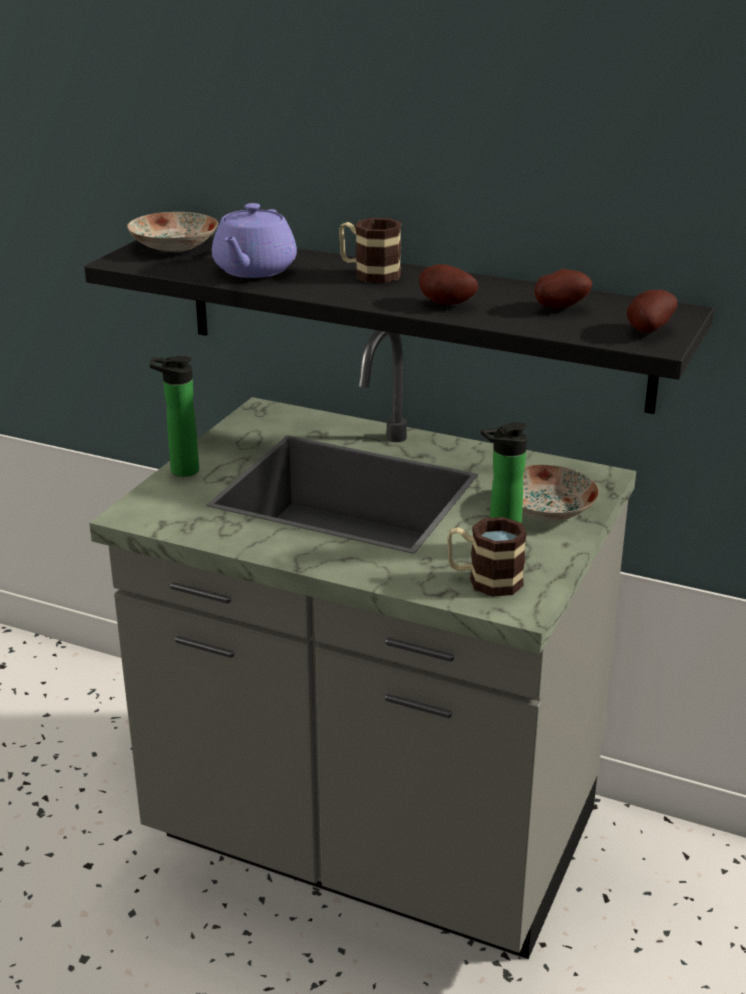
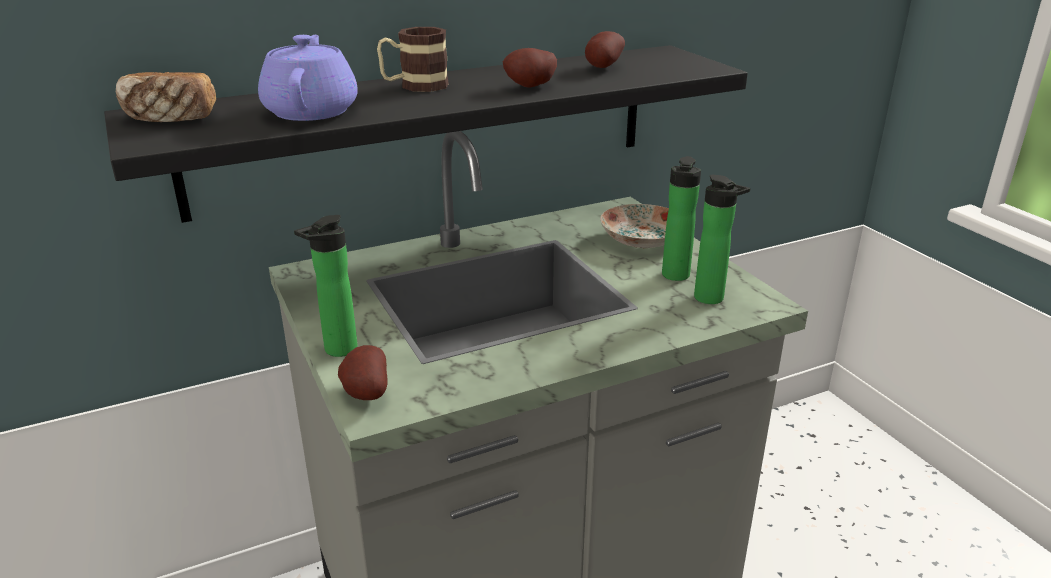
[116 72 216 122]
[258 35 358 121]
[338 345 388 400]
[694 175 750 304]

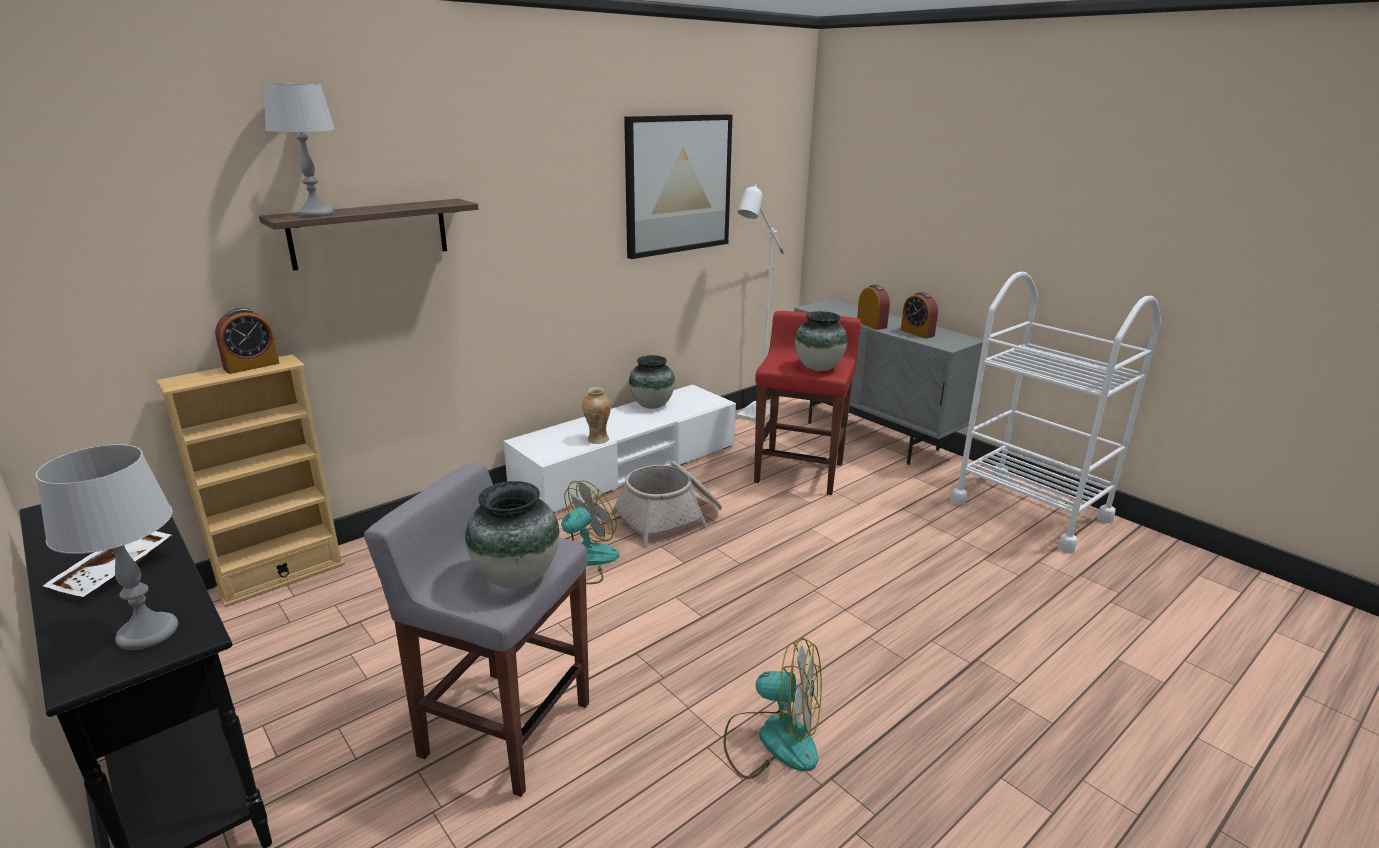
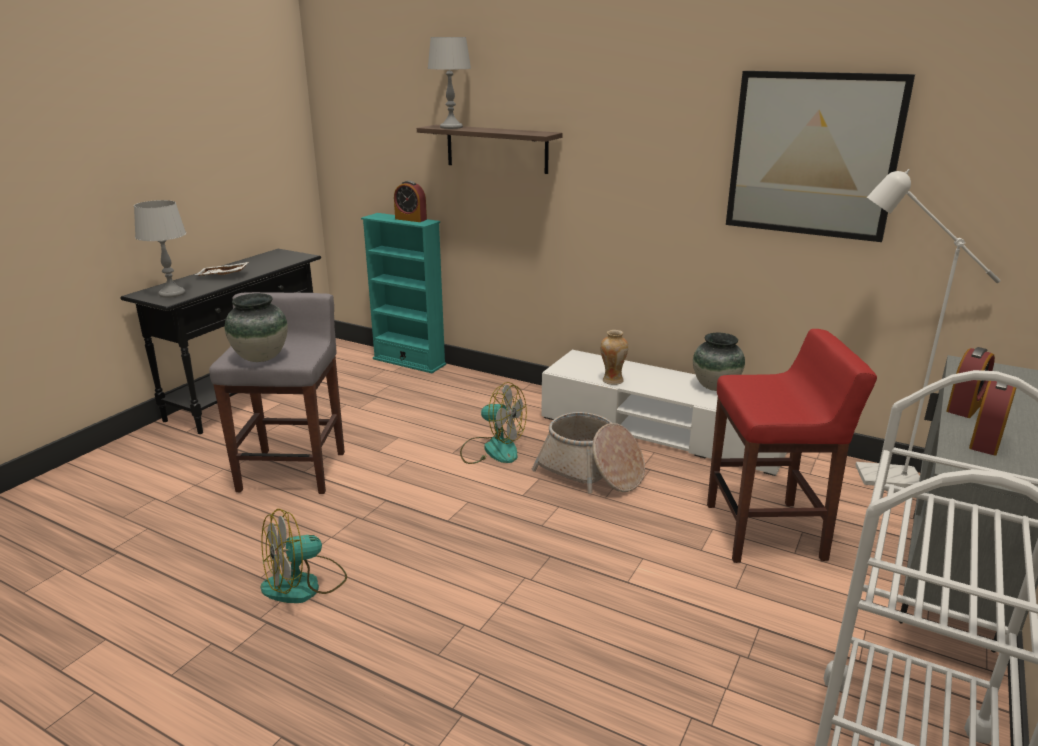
[260 509 347 603]
[361 213 446 373]
[795 311 848 371] (first image)

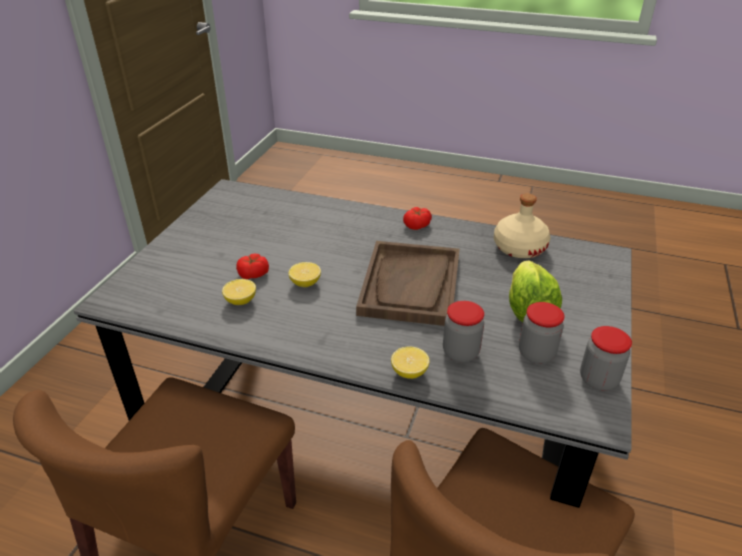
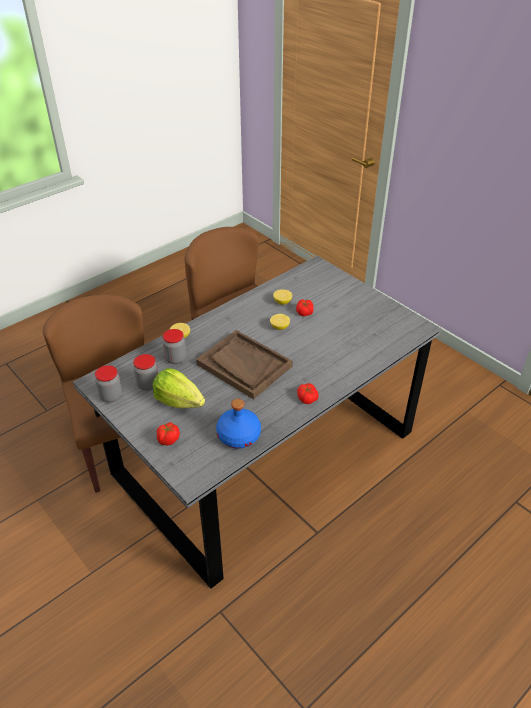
[157 423 180 446]
[216 399 261 448]

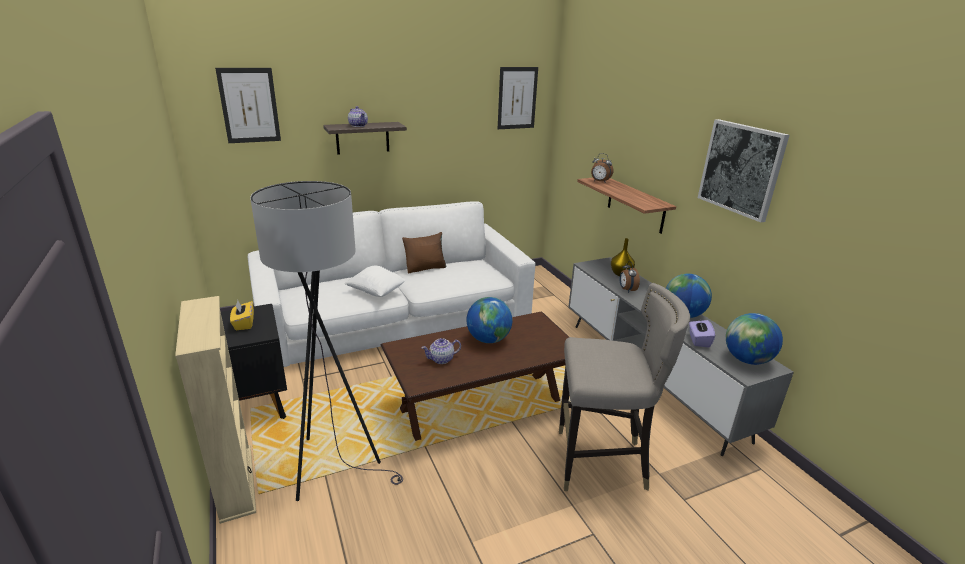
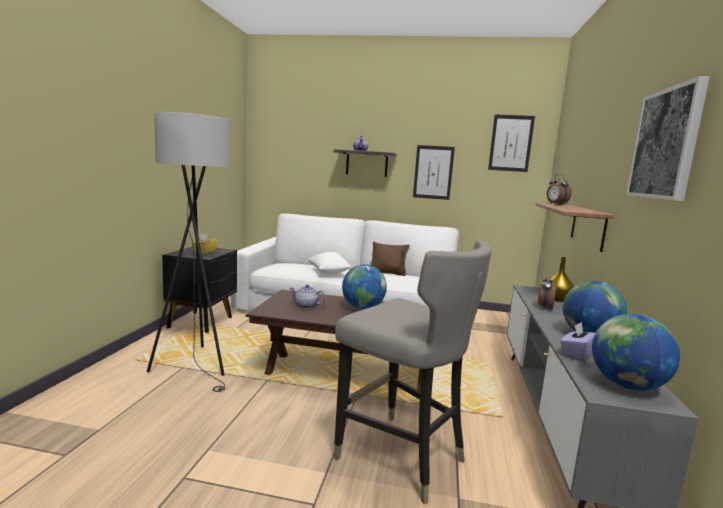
[413 145 455 200]
[175 296 256 524] (first image)

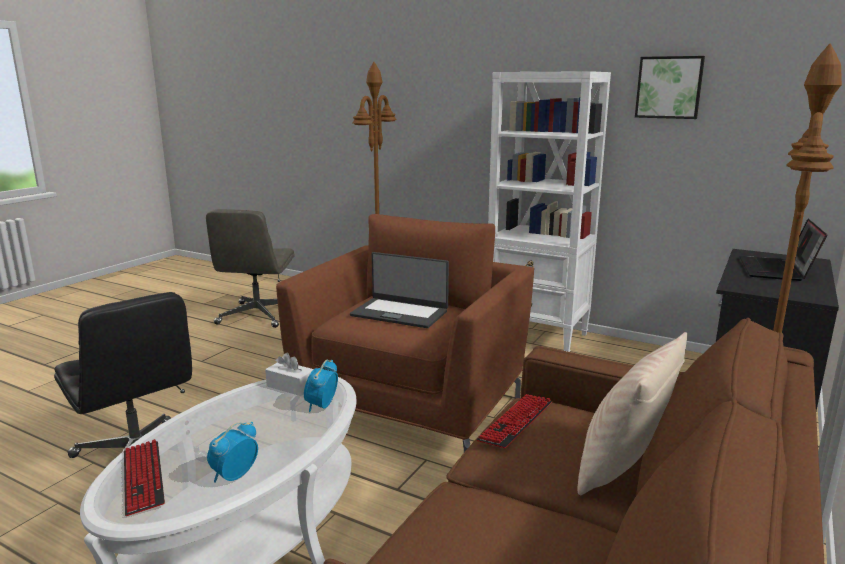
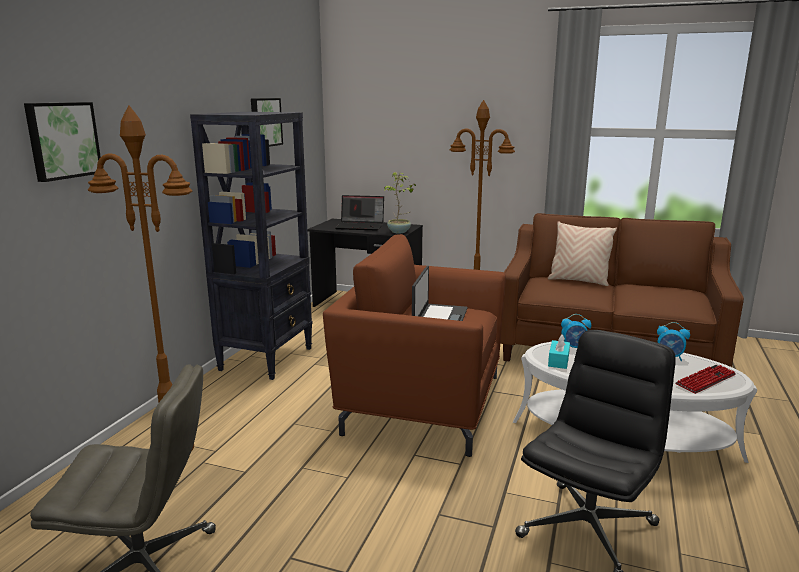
[24 102 101 182]
[190 112 313 380]
[384 172 416 233]
[548 334 570 369]
[476 394 552 448] (first image)

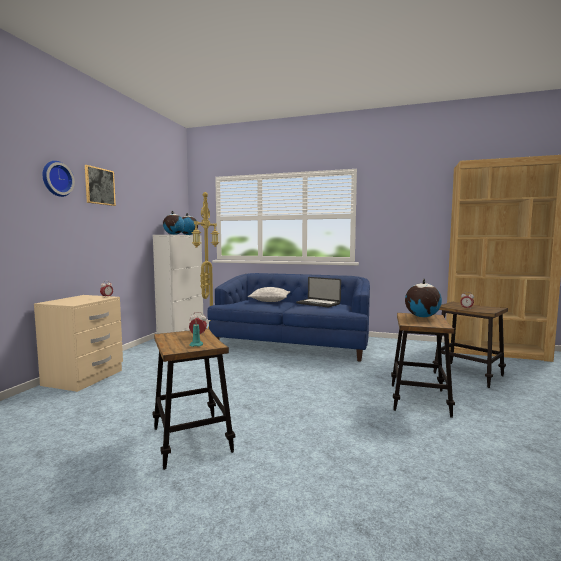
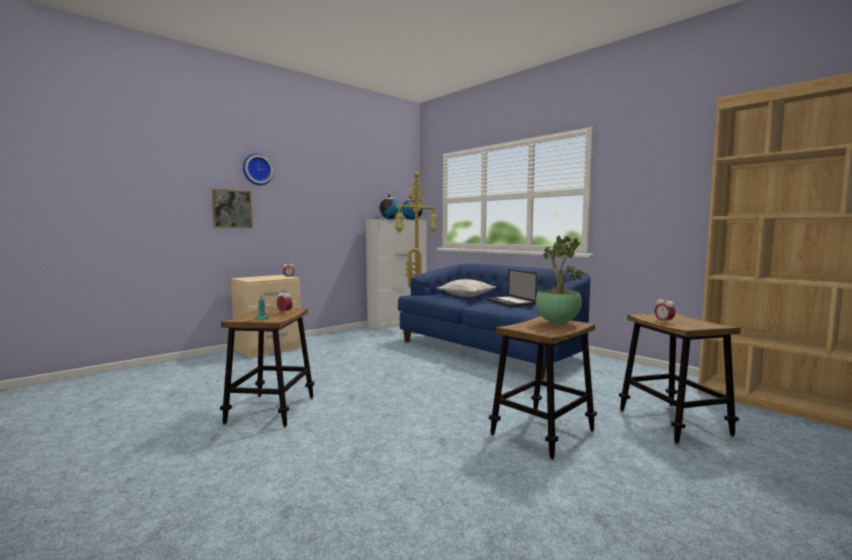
[212 189 253 228]
[536 235 584 324]

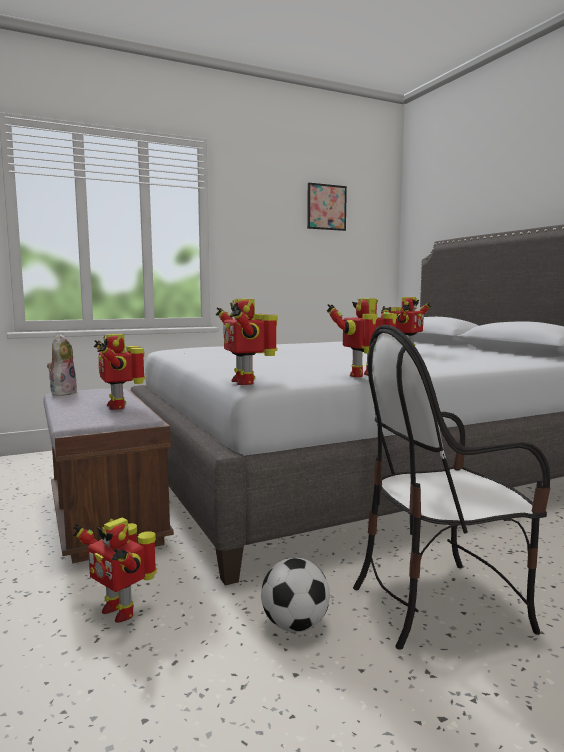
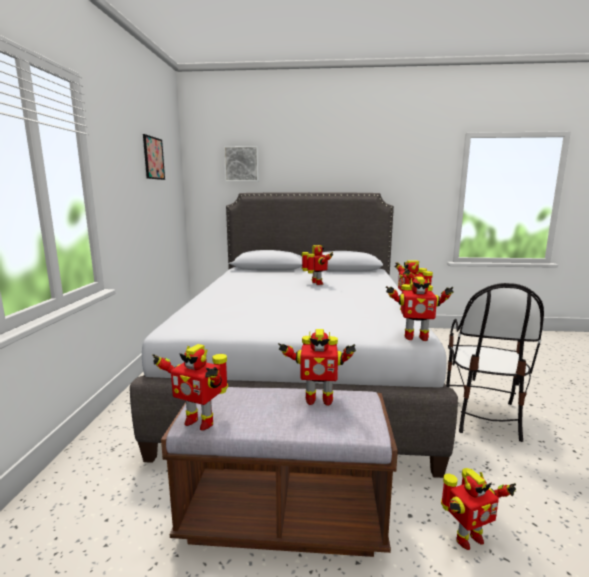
[152 344 228 431]
[224 146 259 182]
[261 558 330 632] (first image)

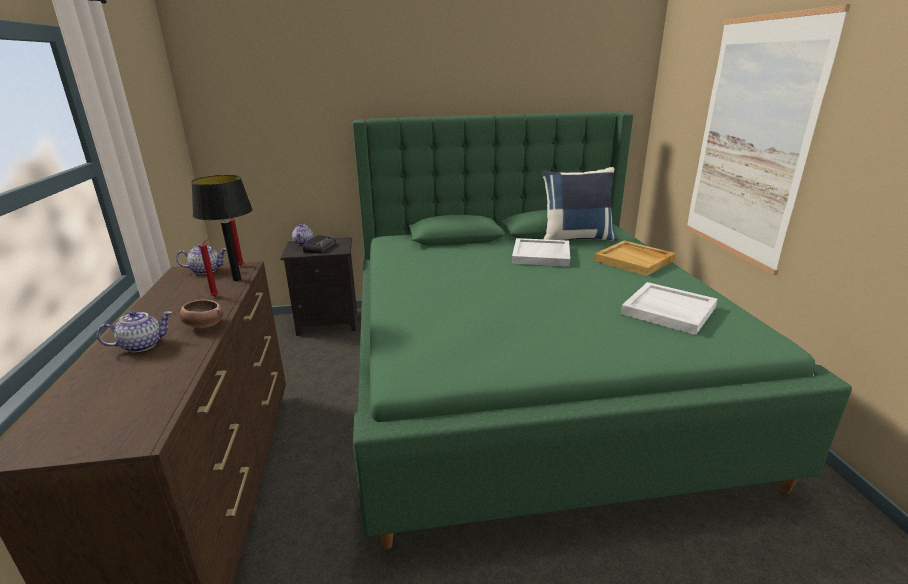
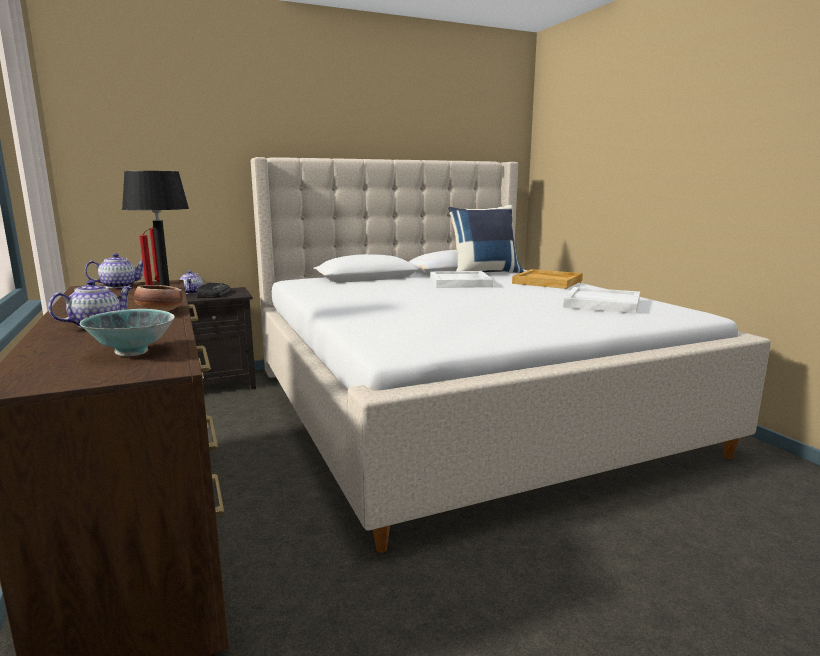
[79 309 175 356]
[251 157 771 553]
[686 4 851 275] (first image)

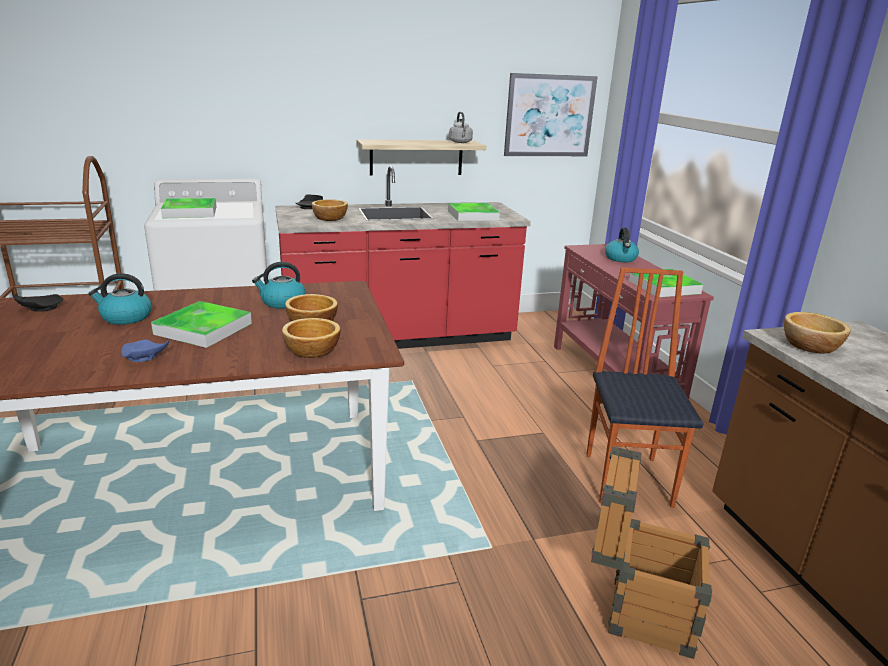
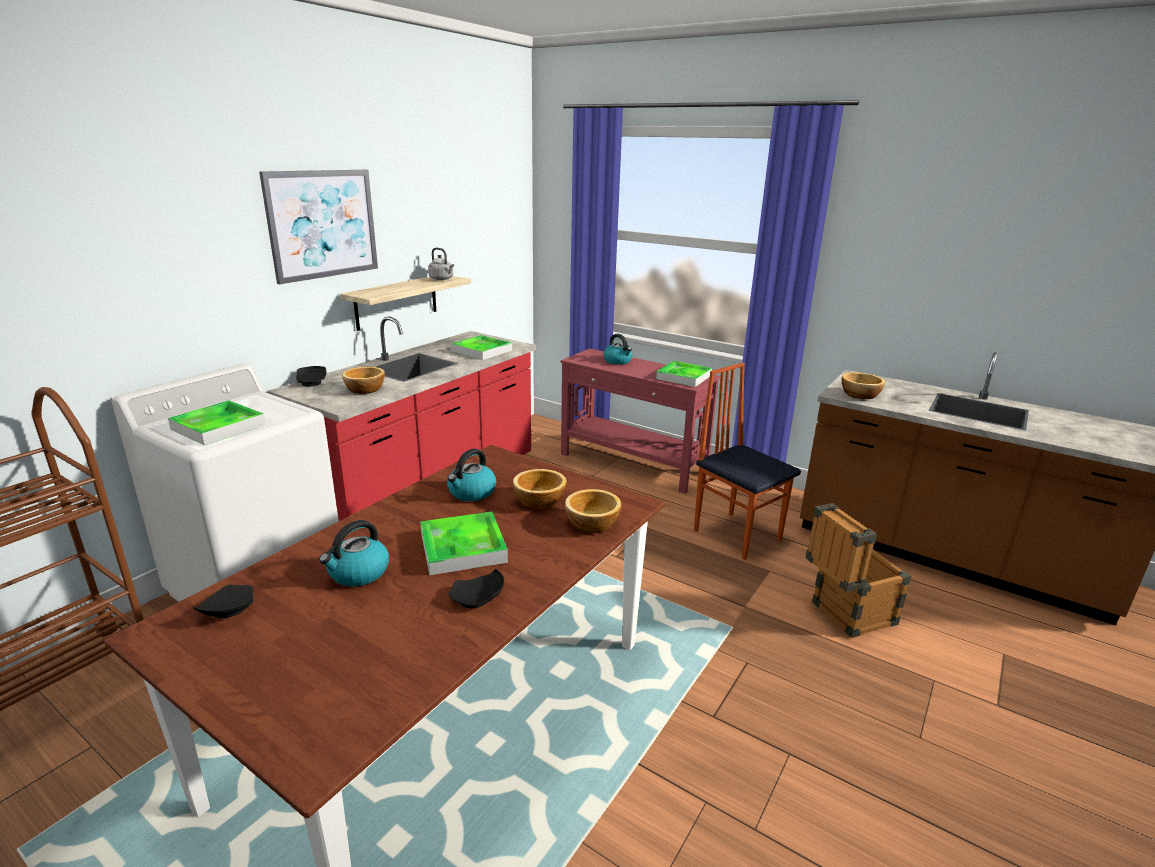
[259 170 378 284]
[449 569 504 608]

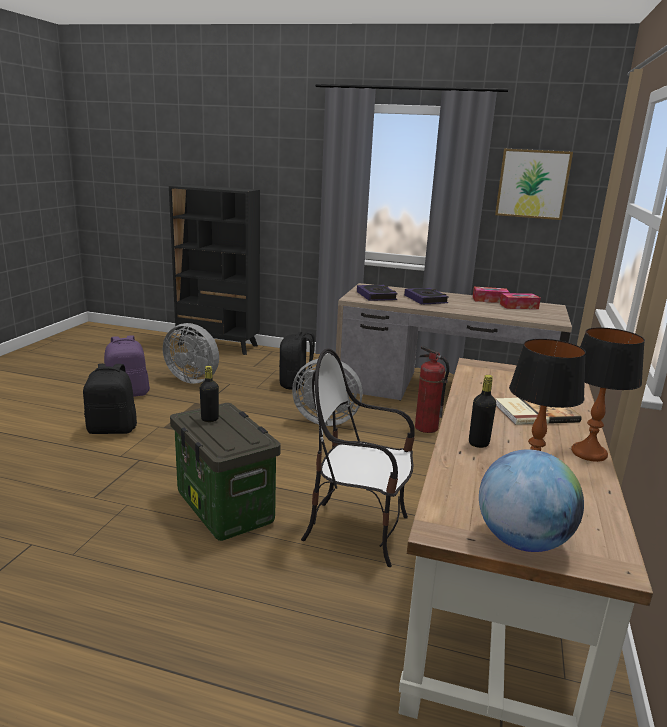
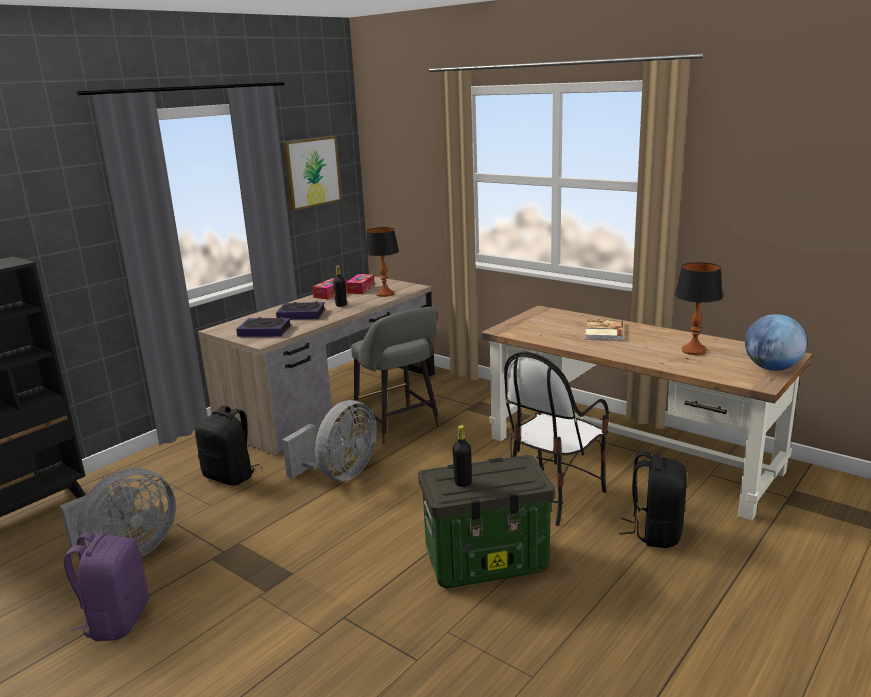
[333 266 347 307]
[351 307 441 446]
[365 227 399 297]
[619 451 687 548]

